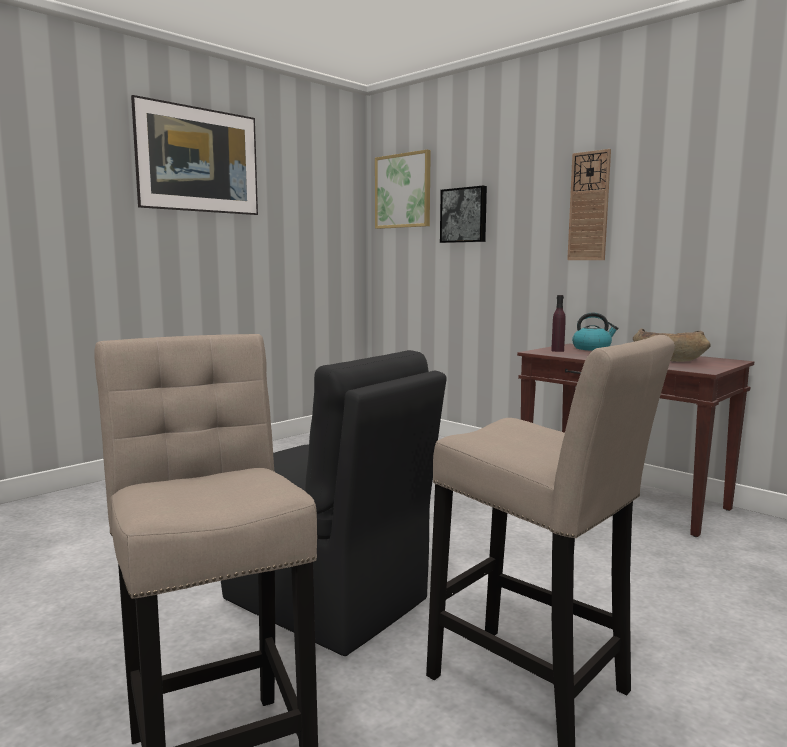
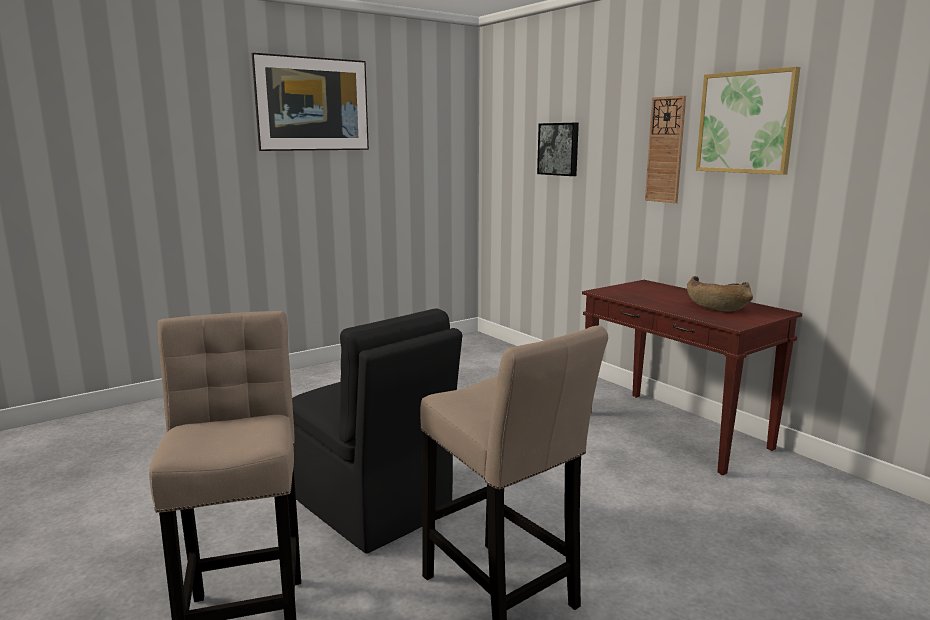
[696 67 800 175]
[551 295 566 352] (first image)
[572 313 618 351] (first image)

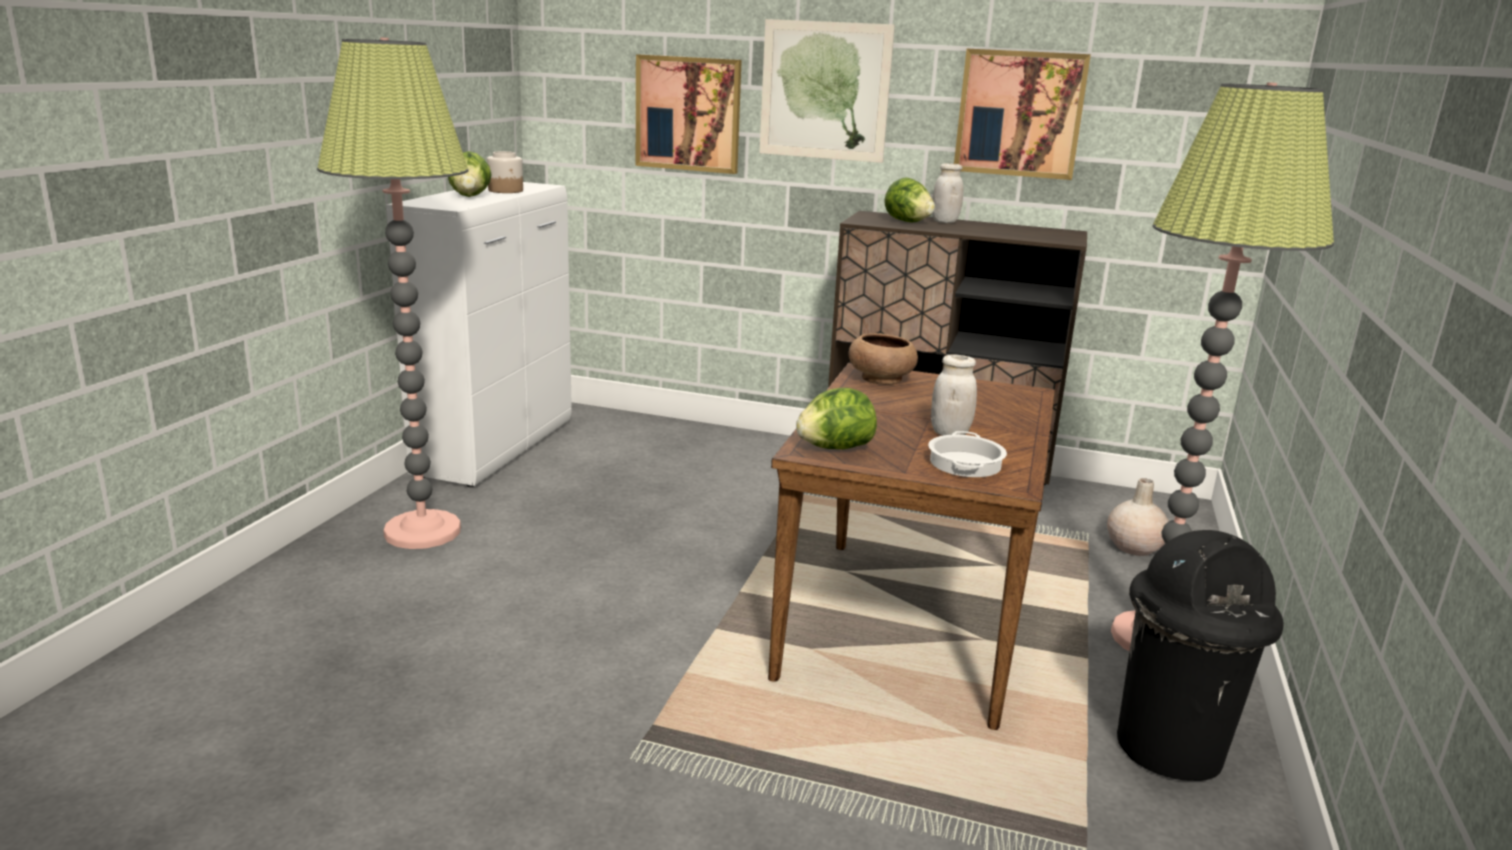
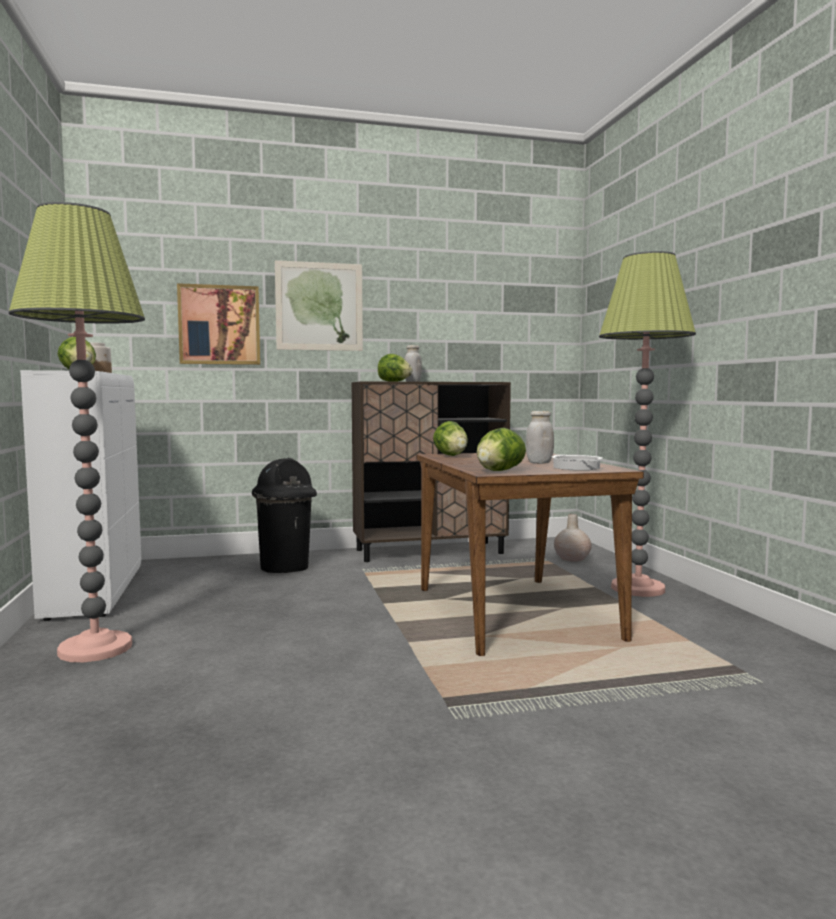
[252 458 317 573]
[433 421 468 456]
[954 49 1091 180] (first image)

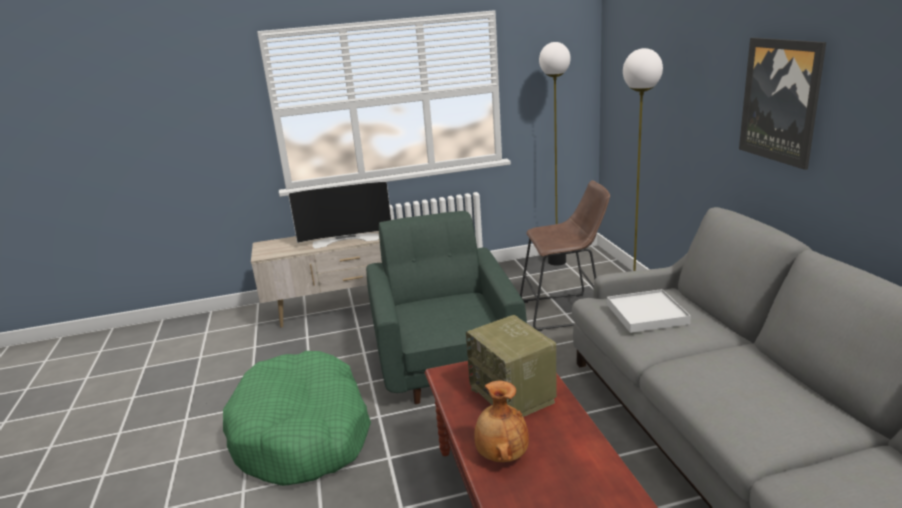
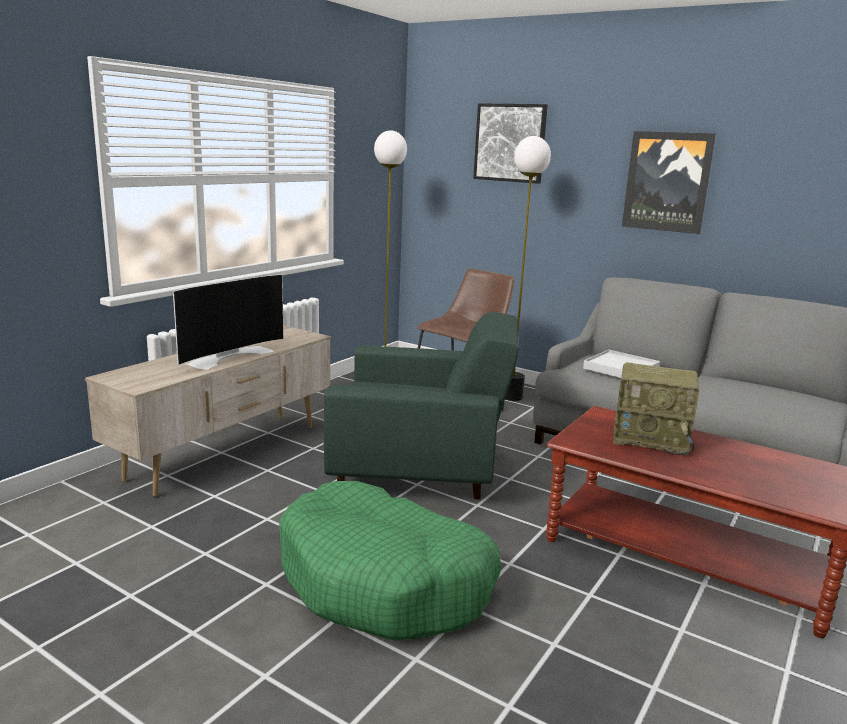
[324 312 519 500]
[473 103 548 184]
[474 380 529 462] (first image)

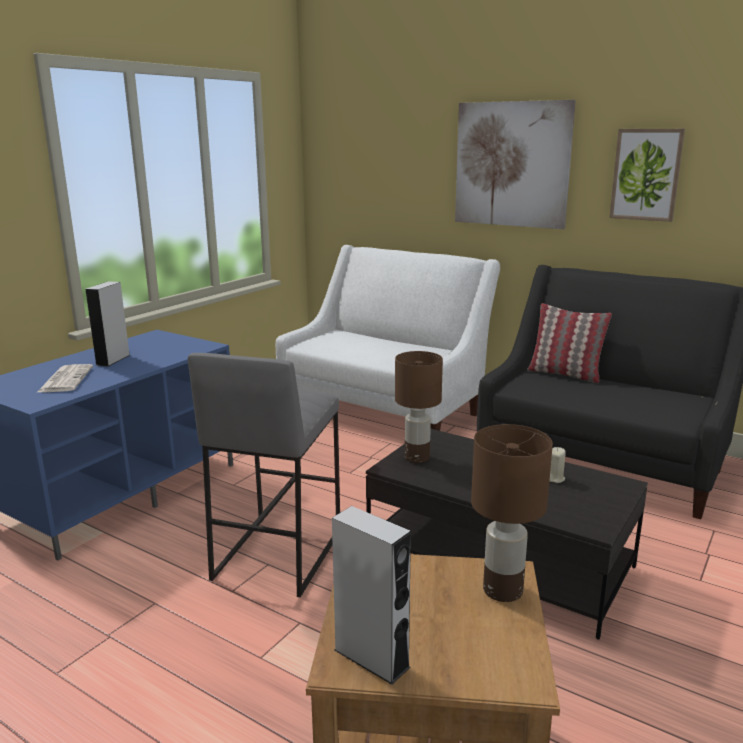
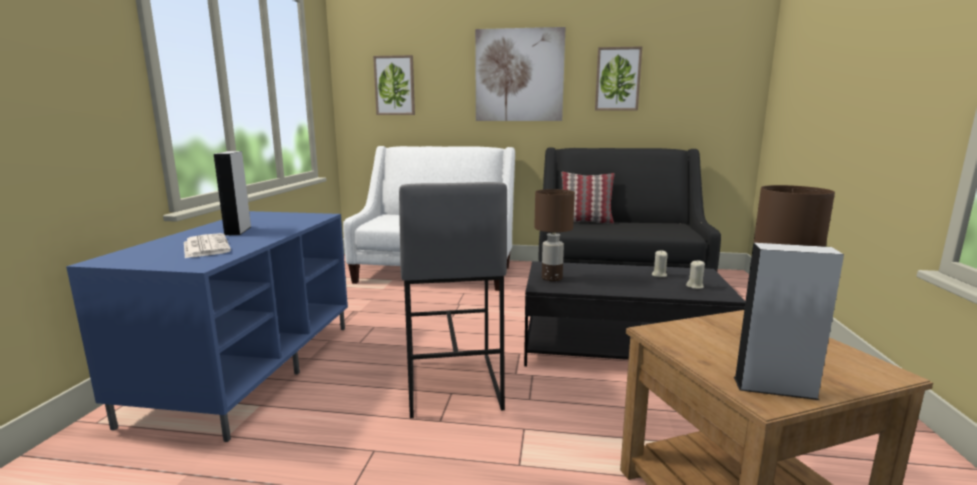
[373 55 415 115]
[686 261 705 289]

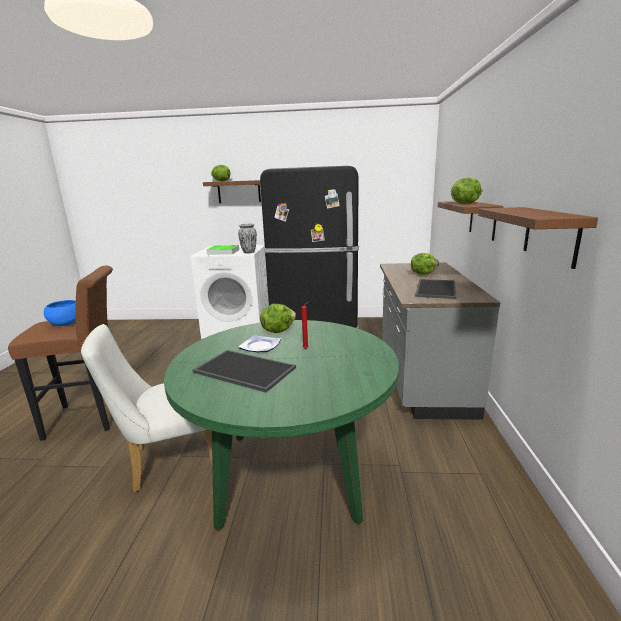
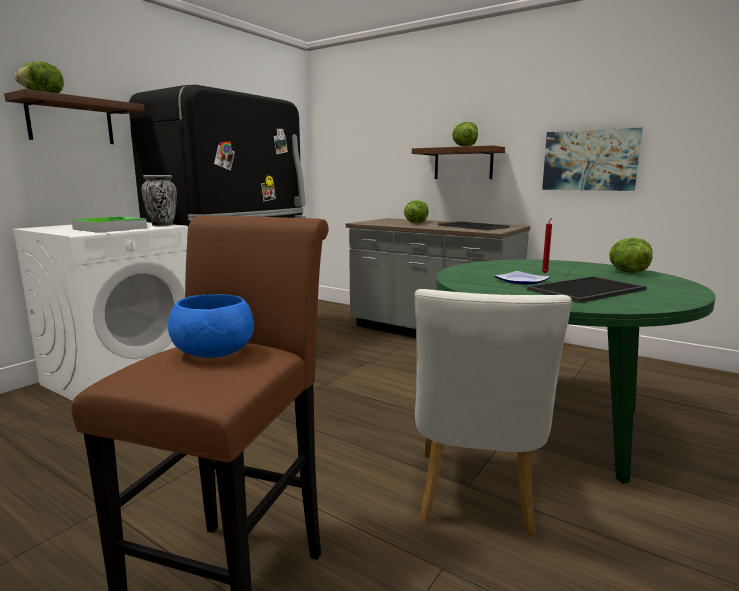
[542 128 643 191]
[609 238 653 273]

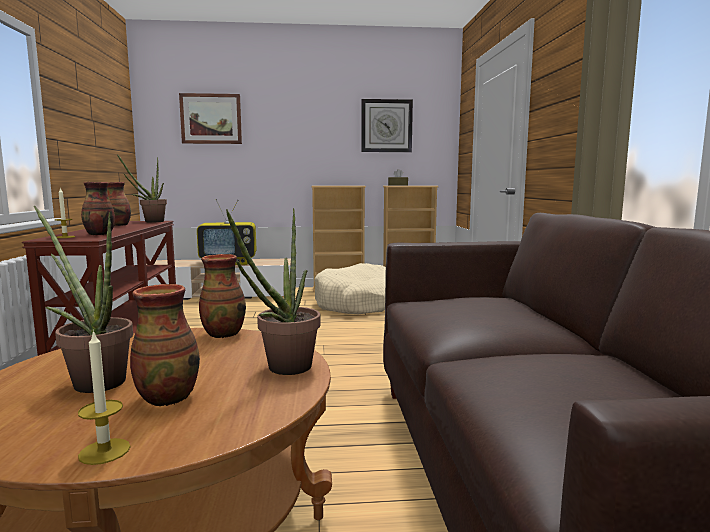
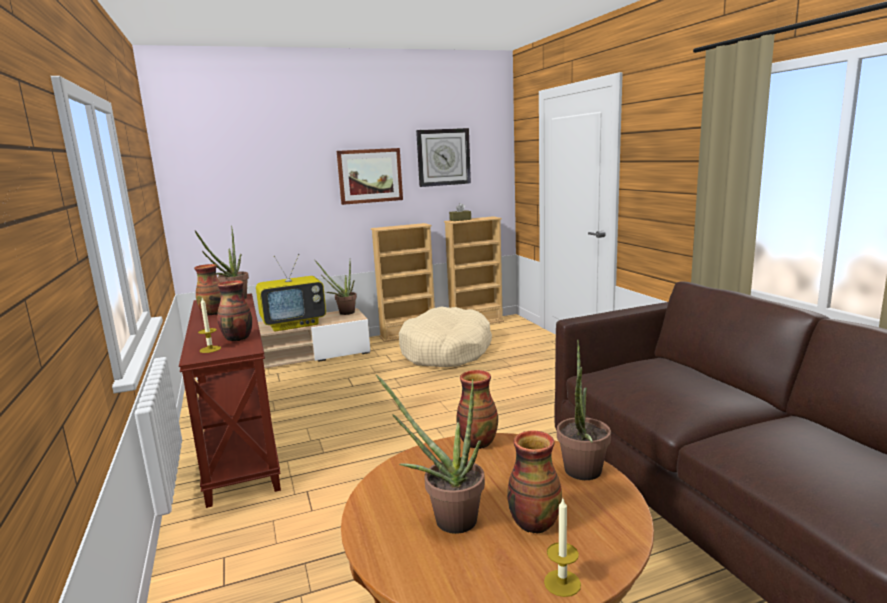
[315 260 357 315]
[337 148 403 205]

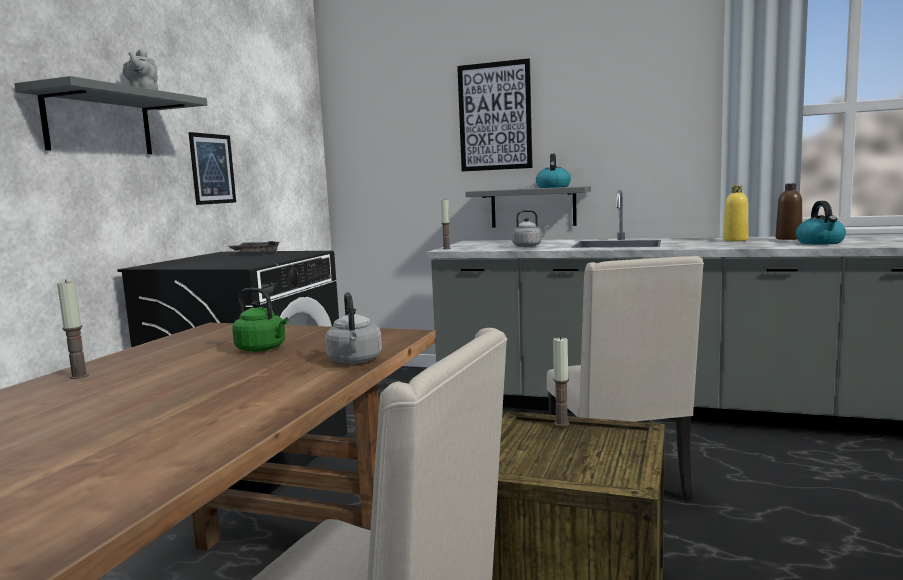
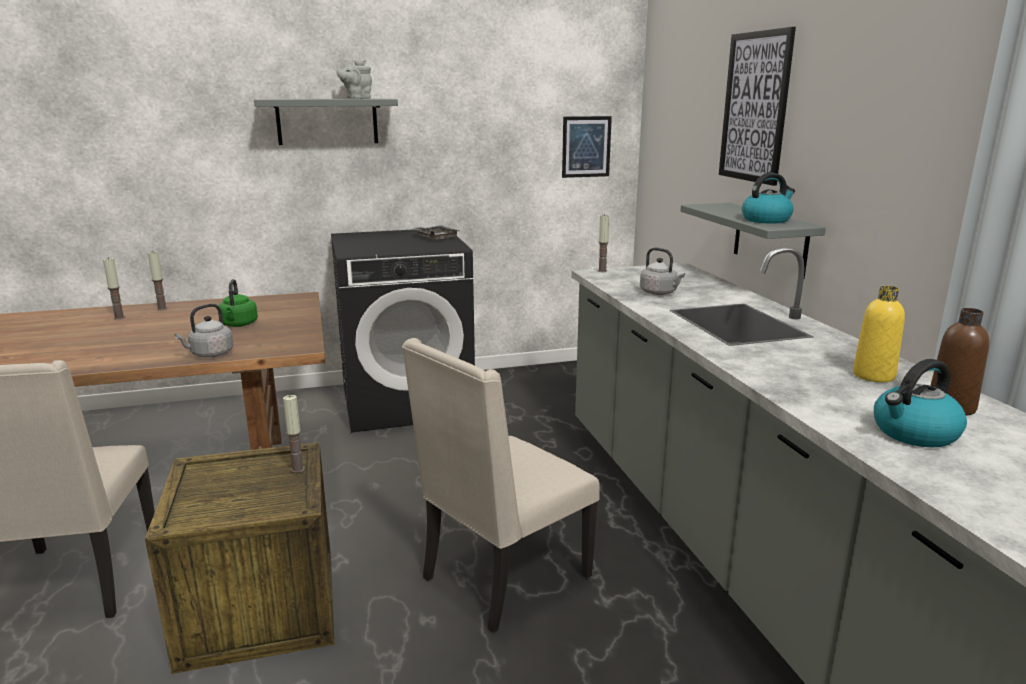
[103 258 125 320]
[562 116 612 178]

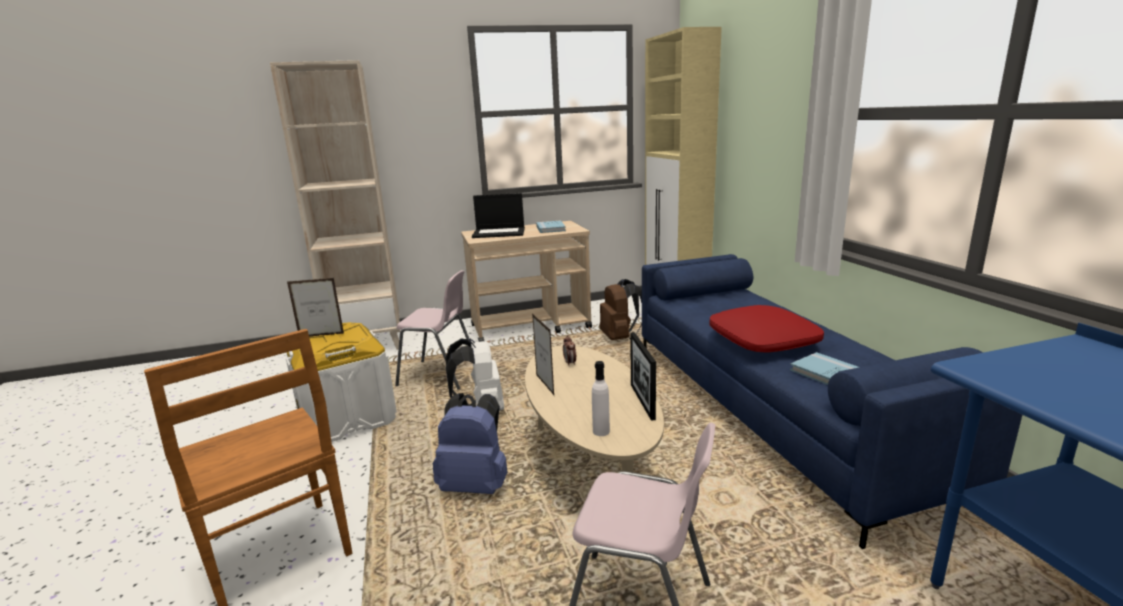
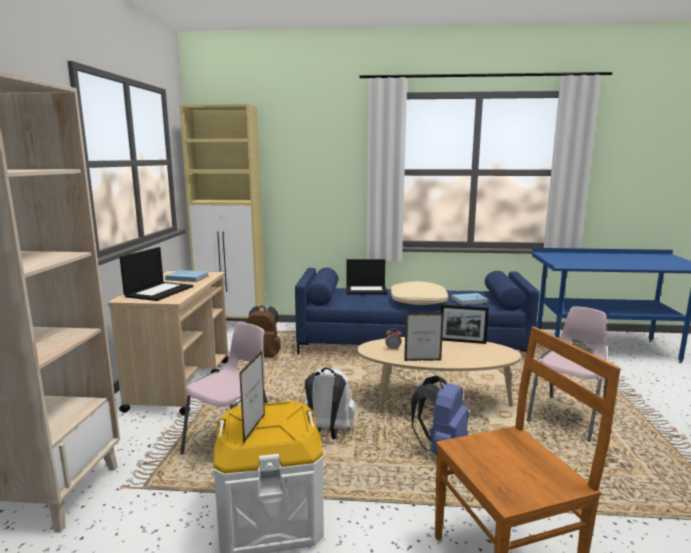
[346 259 388 294]
[391 281 448 305]
[592 361 610 436] (first image)

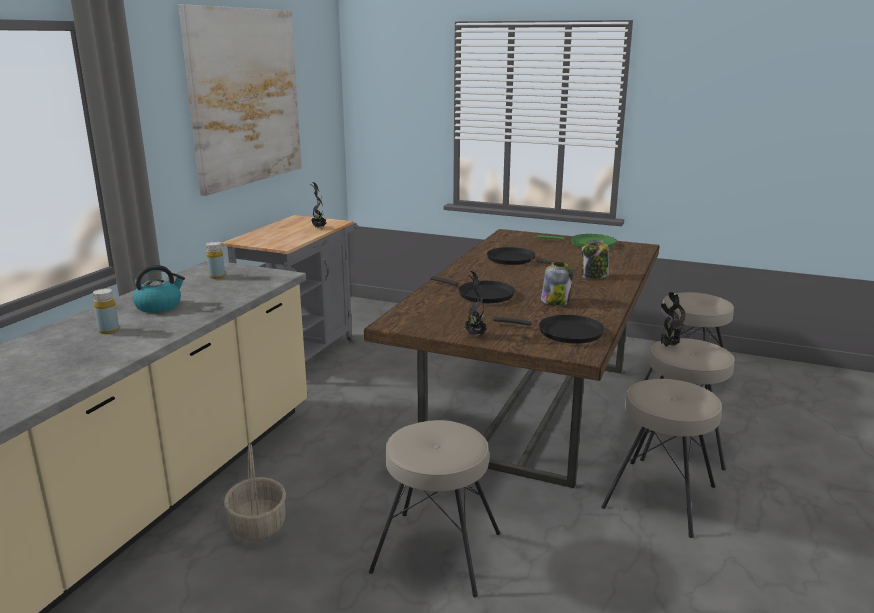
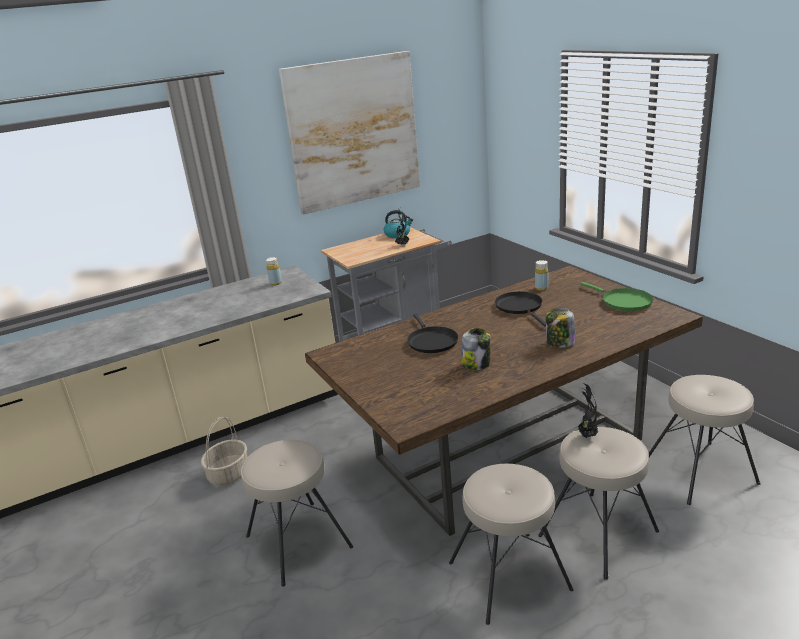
[384 210 414 238]
[535 260 548 291]
[465 271 486 336] (first image)
[493 315 604 344] (first image)

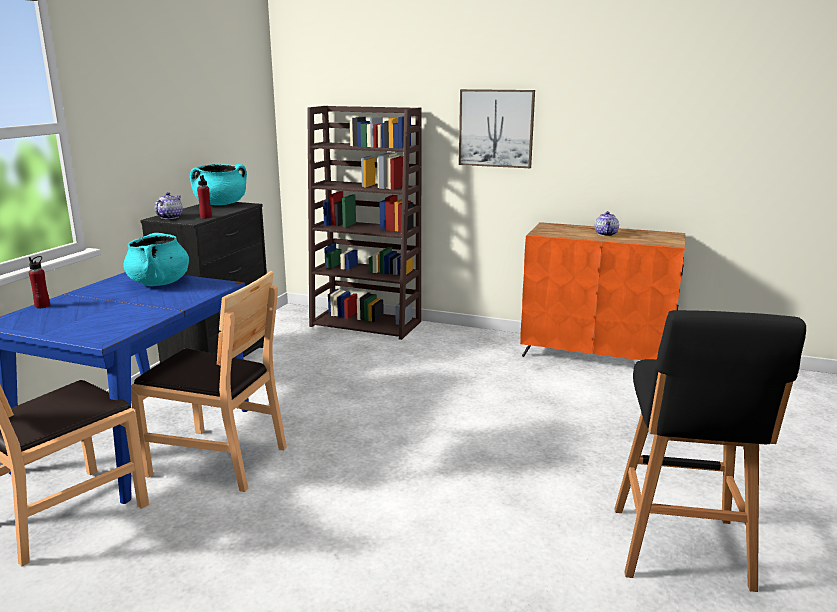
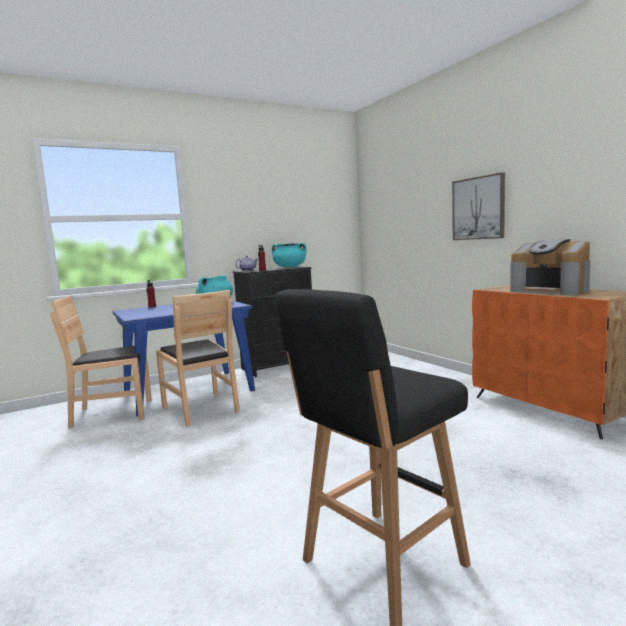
[510 239 590 295]
[307 106 421 340] (first image)

